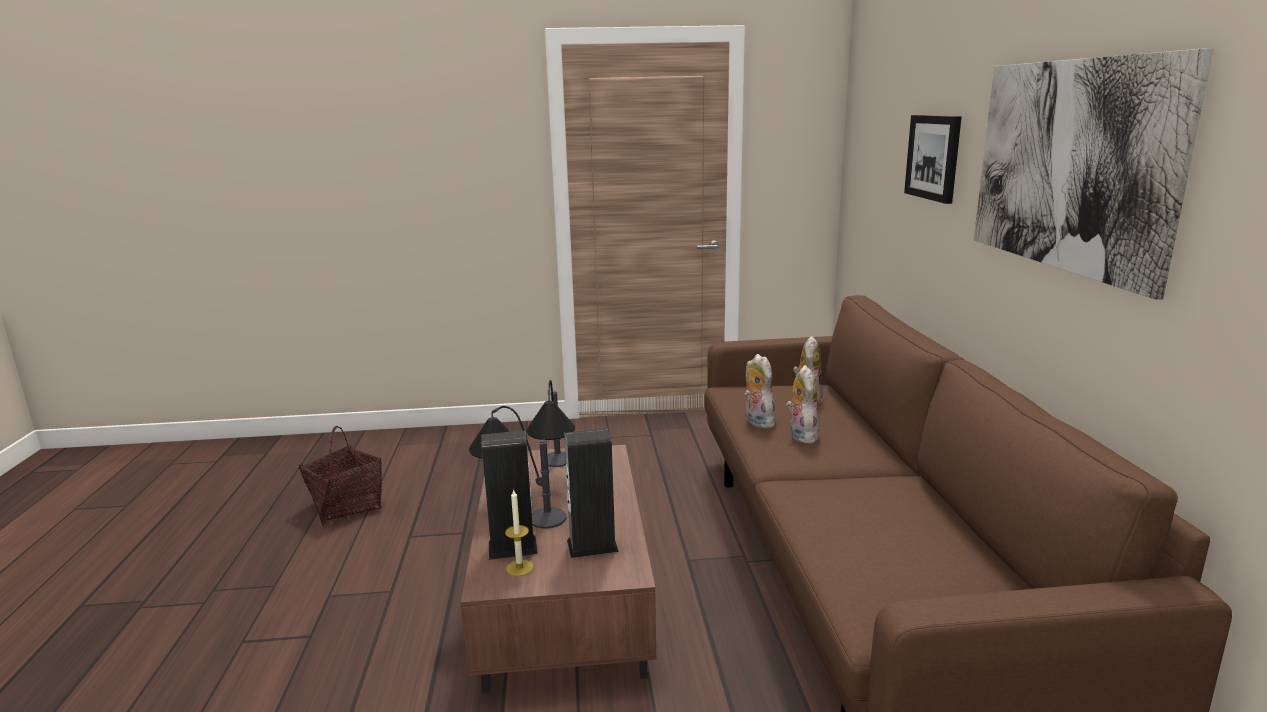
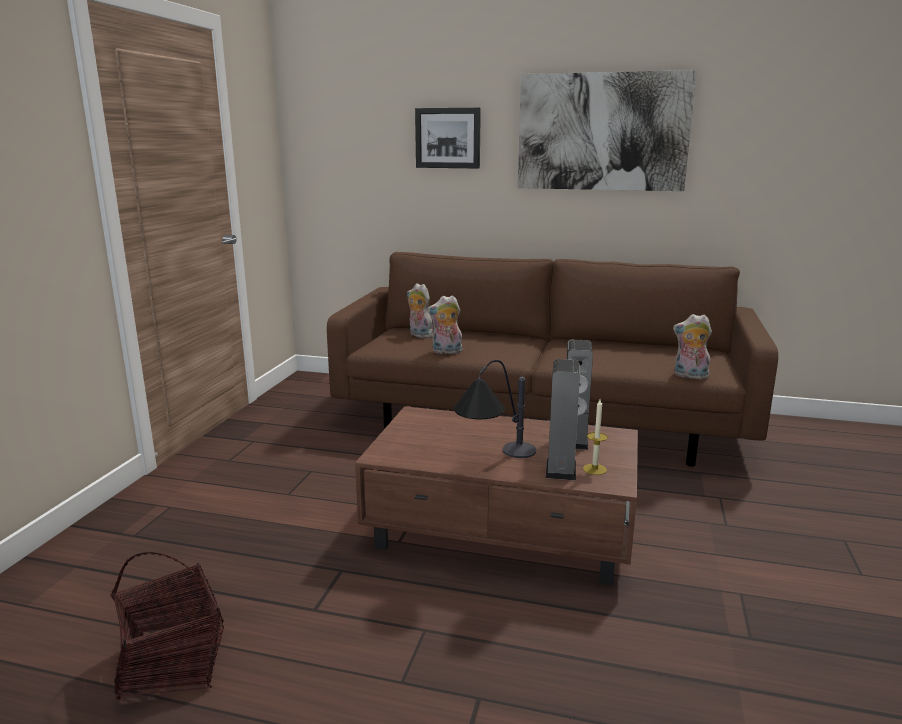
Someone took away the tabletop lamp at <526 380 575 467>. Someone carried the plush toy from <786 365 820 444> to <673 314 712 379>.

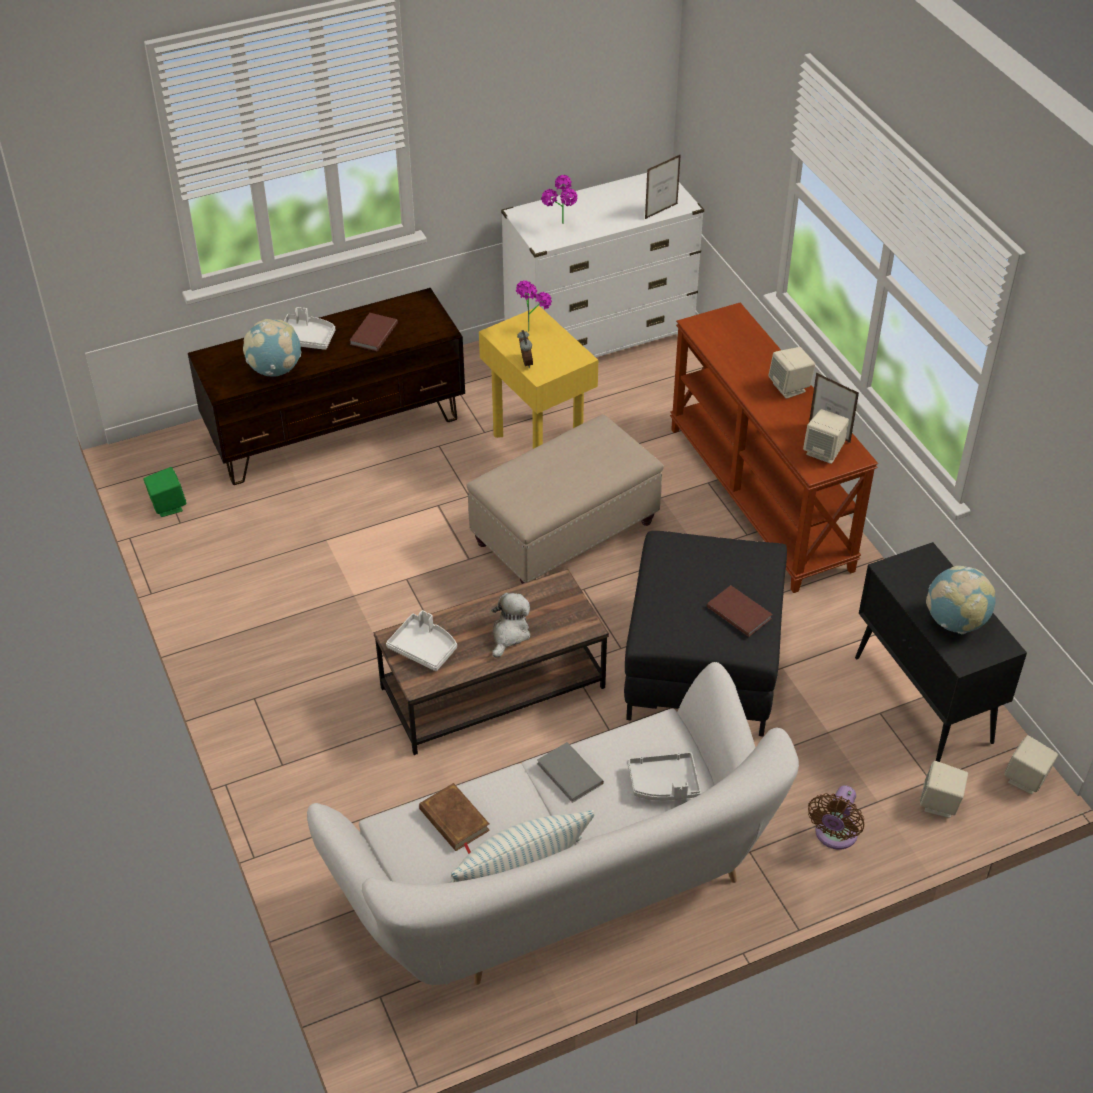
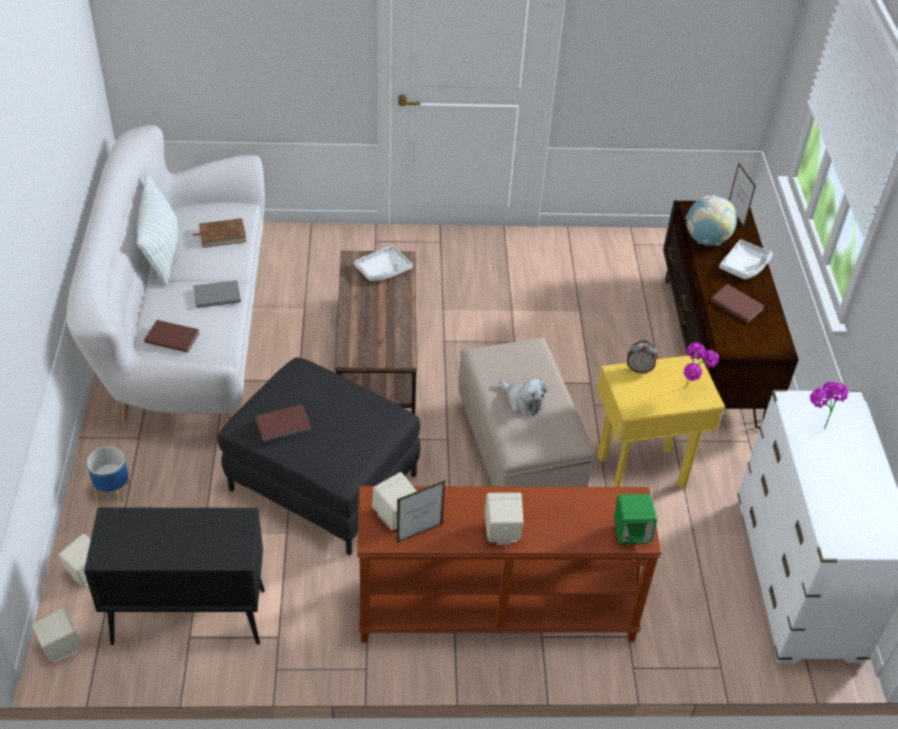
Someone took away the globe at <926 566 996 634>. Someone carried the green-coloured loudspeaker from <143 467 186 517> to <614 494 657 544>. Someone carried the plush toy from <491 593 530 658> to <500 378 547 416>. Someone carried the photo frame from <645 154 681 219> to <729 163 756 227>. Someone swapped the greyish carrying tray at <627 752 701 801> for the brownish bound book at <144 320 199 353>. Someone swapped the brownish cooling fan at <808 785 864 850> for the plant pot at <87 446 130 503>.

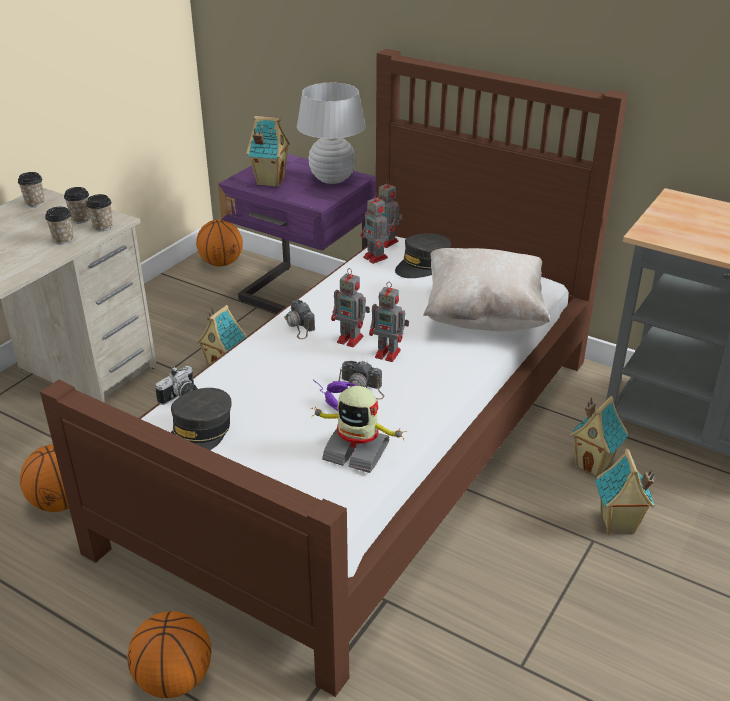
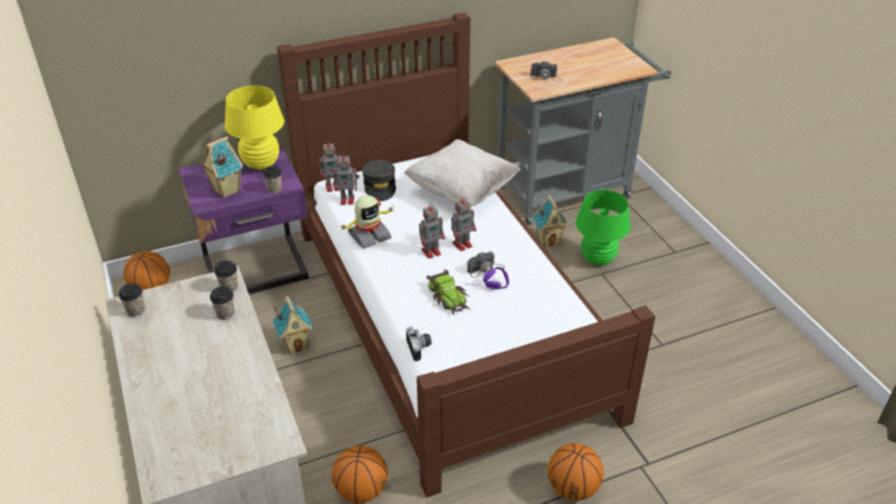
Someone took away the greyish baseball cap at <171 388 232 450>. Someone put down the model car at <426 270 470 315>. Someone carried the drinking cup from <64 187 90 223> to <263 166 282 193>. Someone carried the still camera from <284 299 315 339> to <530 61 562 82>. Someone carried the robot figure from <311 386 406 473> to <340 195 395 249>. Someone swapped the miniature house at <595 449 655 535> for the green-coloured tabletop lamp at <576 190 630 265>. Someone repainted the white-coloured tabletop lamp at <297 83 366 184>, which became the yellow tabletop lamp at <225 85 284 170>.

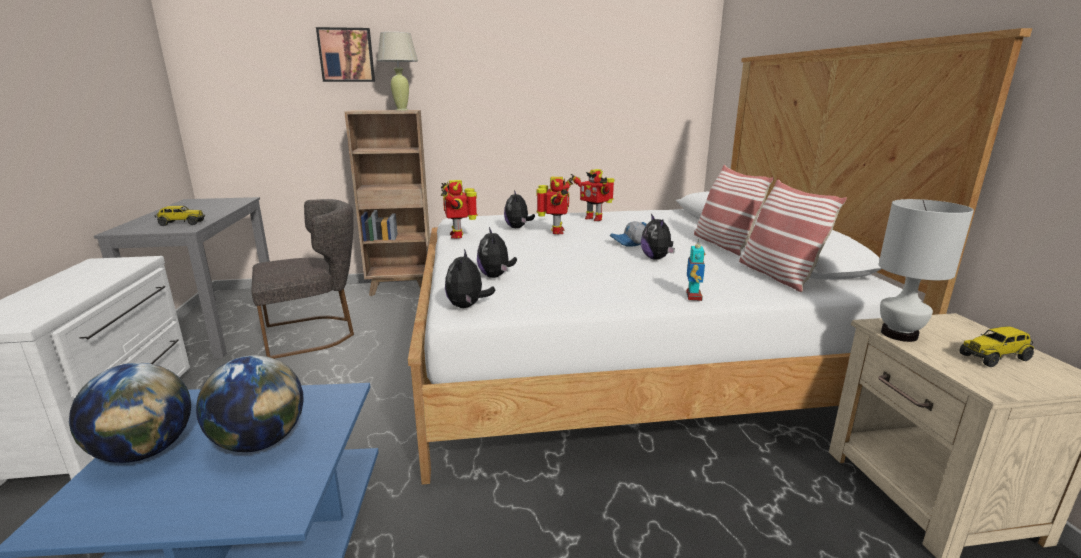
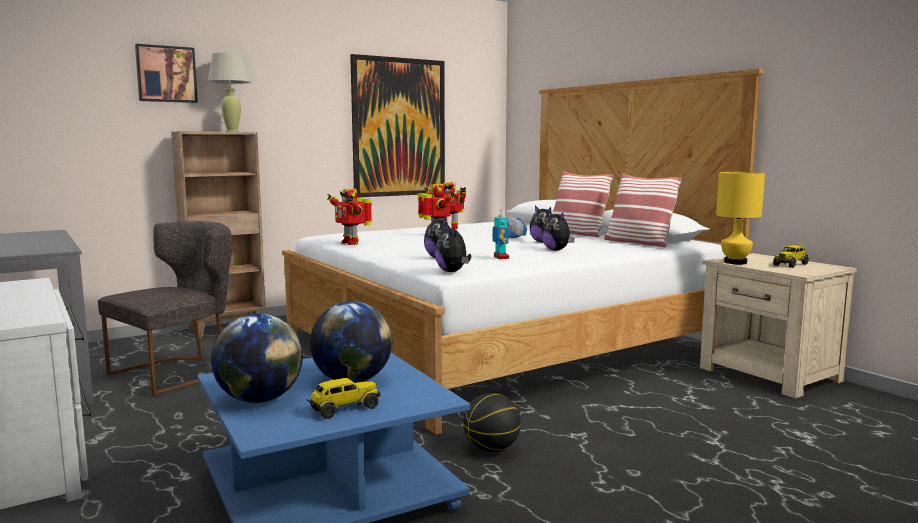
Someone put up the wall art at <350 54 445 198>. Someone put down the basketball at <463 393 521 452>. Someone carried the model truck from <154 206 205 226> to <306 378 380 419>. Someone carried the plush toy from <504 190 535 228> to <541 211 575 251>. Someone carried the robot figure from <686 238 705 301> to <492 209 509 259>. Someone repainted the white-coloured tabletop lamp at <878 199 974 342>, which became the yellow tabletop lamp at <716 172 765 264>.

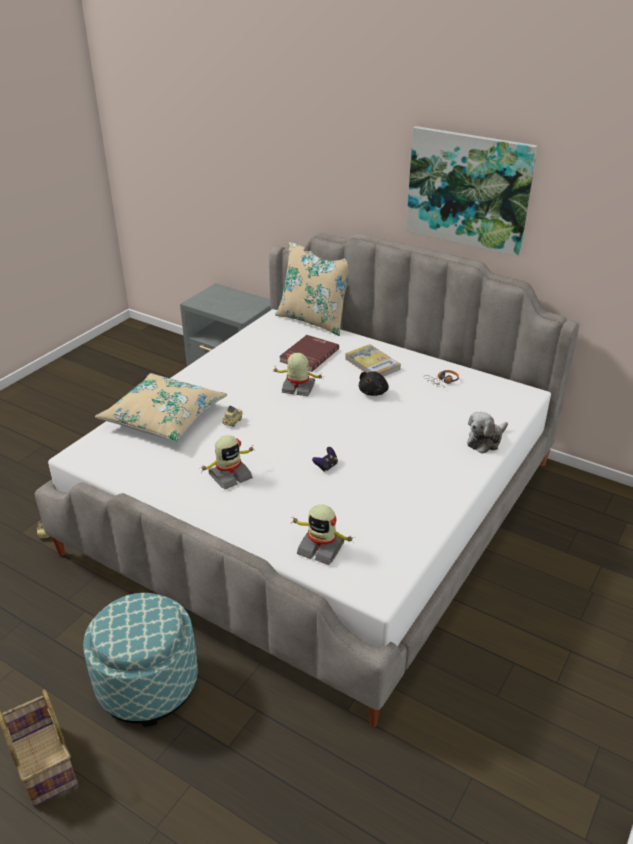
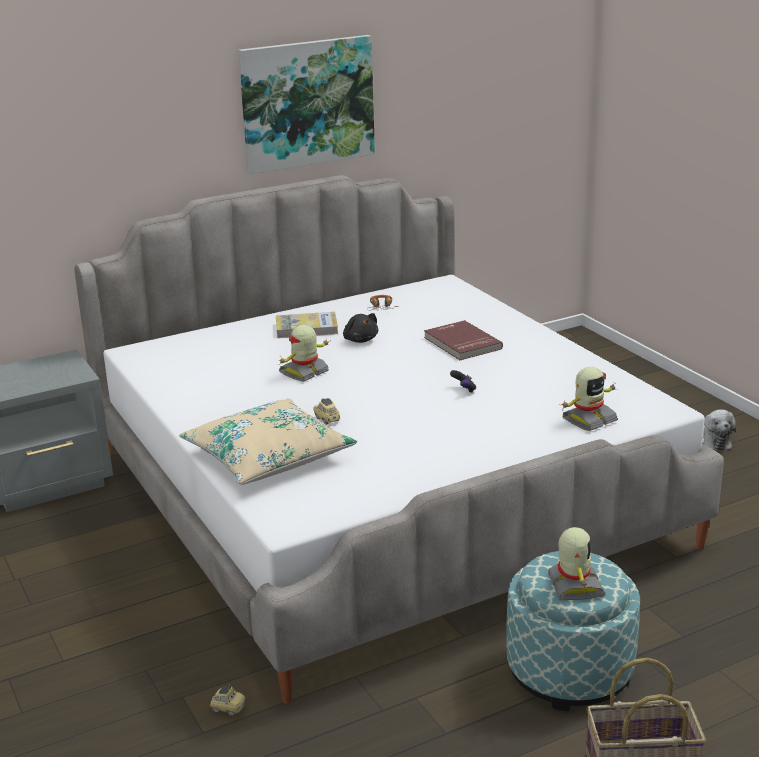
Someone took away the sand-coloured throw pillow at <275 241 348 336>. Someone carried the robot figure from <201 435 256 489> to <548 527 605 600>. Someone carried the red-coloured bound book from <279 335 339 372> to <424 320 503 360>. Someone carried the plush toy from <467 412 508 454> to <702 410 736 451>.

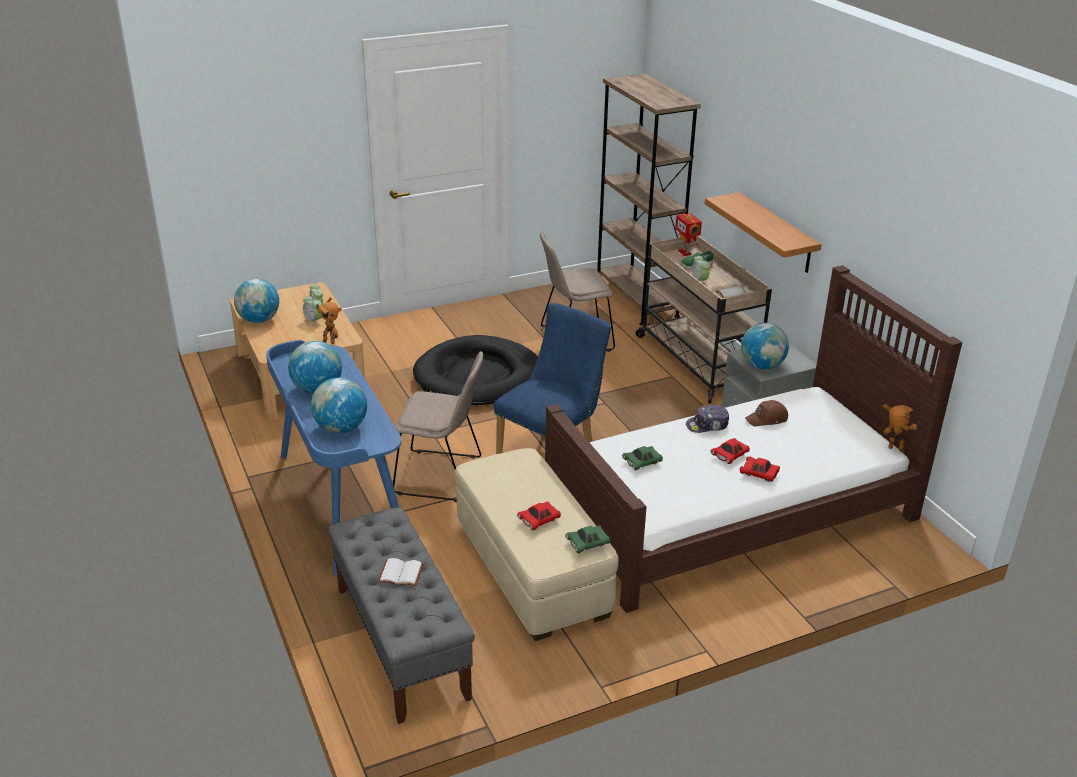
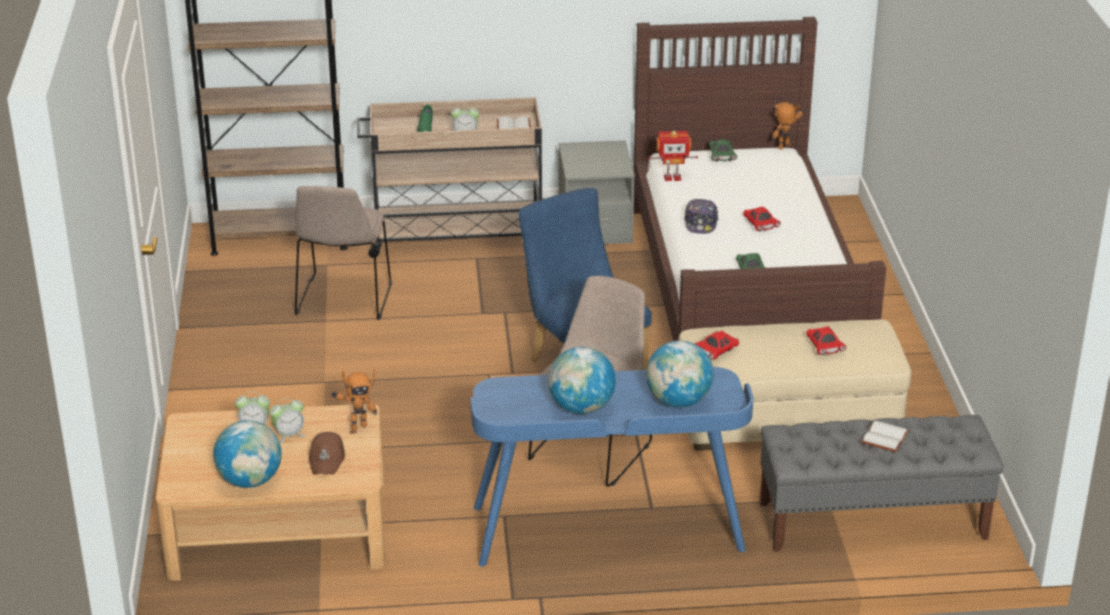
Someone took away the black pet bed at <413 335 538 405>. Someone took away the bracket shelf at <704 192 822 273>. Someone took away the globe at <741 323 789 370>. Someone carried the green-coloured model car from <565 525 610 553> to <709 139 737 162>. Someone carried the robot figure from <675 213 702 256> to <648 131 698 181>. Someone carried the red-coloured model car from <740 456 780 482> to <694 331 739 360>. Someone carried the brownish baseball cap from <745 400 788 426> to <309 432 345 475>.

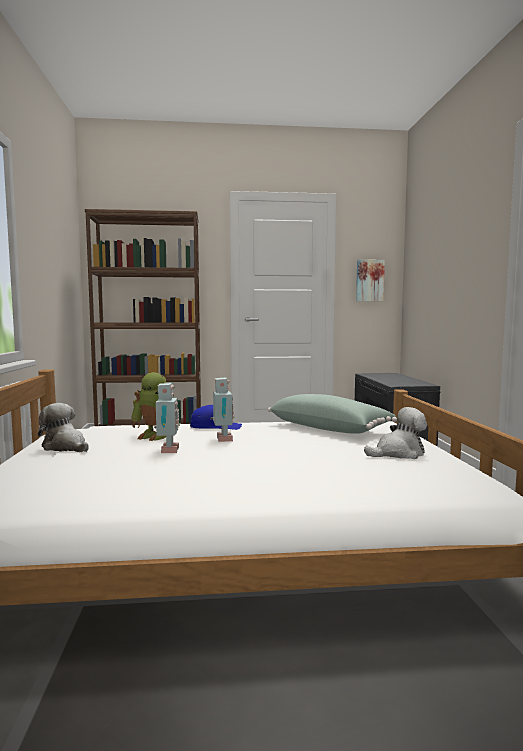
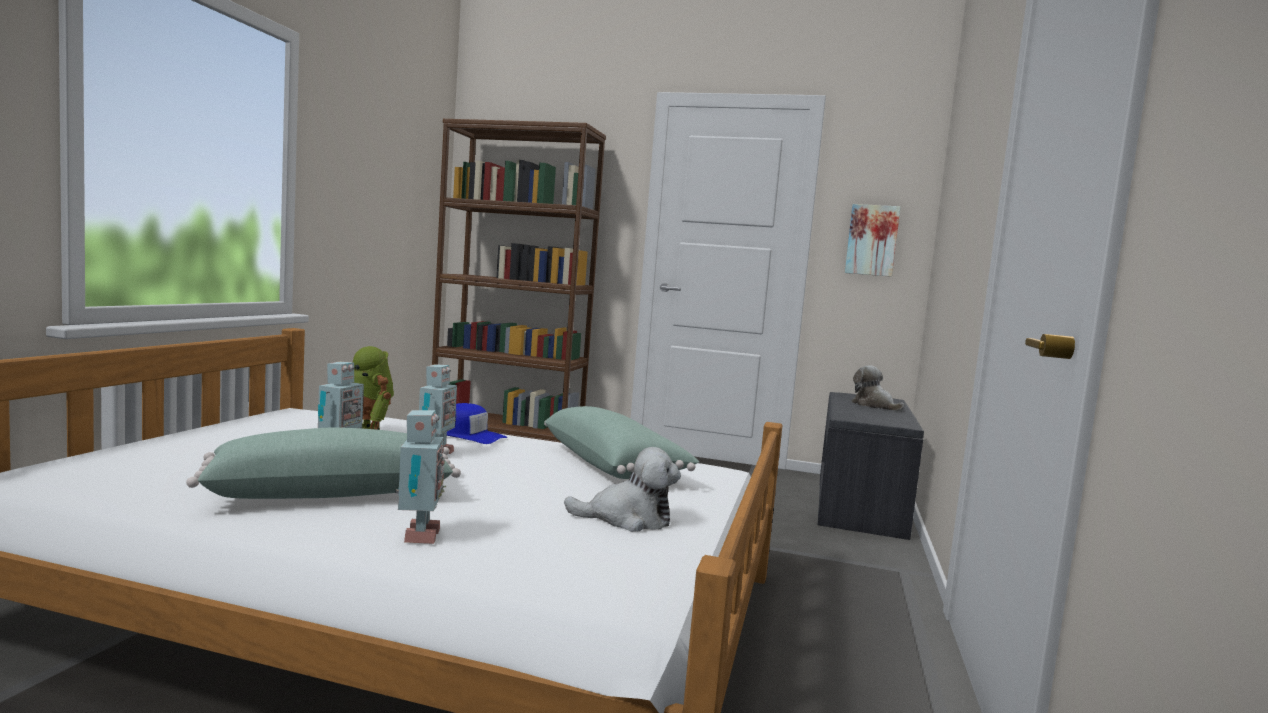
Someone put down the green-coloured throw pillow at <186 428 461 499>. Someone put down the robot figure at <395 410 446 544>. Someone carried the plush toy from <38 403 89 452> to <851 365 905 411>.

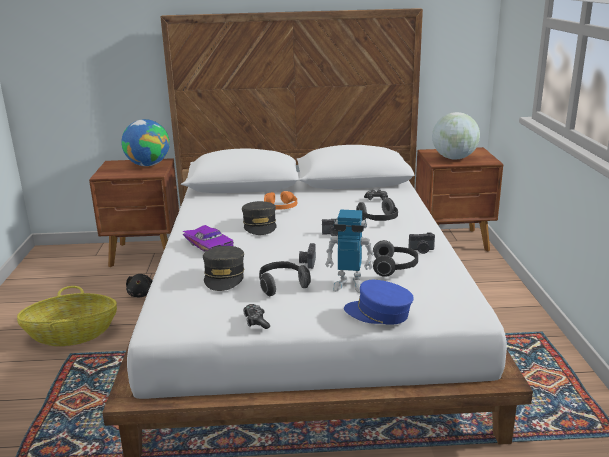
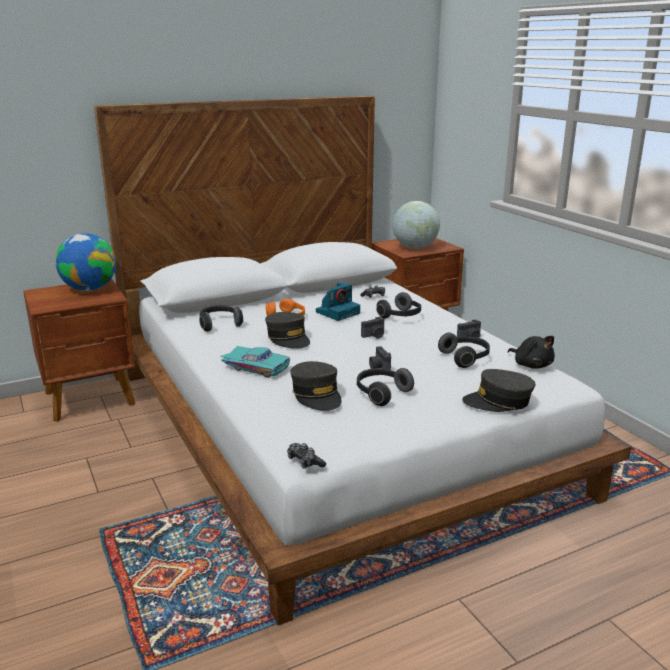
Someone took away the household basket at <17 286 117 346>. Someone took away the robot figure at <325 210 374 293>. Someone put down the pair of headphones at <199 305 243 332>. Someone put down the still camera at <316 282 360 321>. Someone carried the black plush toy from <126 274 153 297> to <508 336 555 369>. Someone carried the joypad from <243 304 270 329> to <287 443 326 469>. Someone repainted the purplish model car at <182 225 234 252>, which became the blue-green model car at <220 346 290 378>. Someone repainted the blue baseball cap at <344 280 414 325>, which became the greyish baseball cap at <462 369 535 412>.

